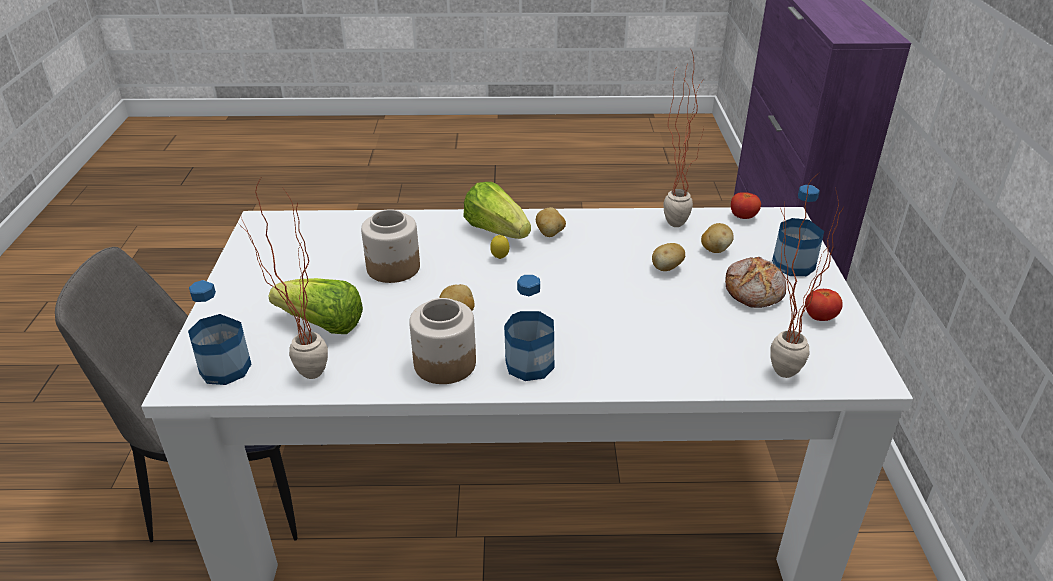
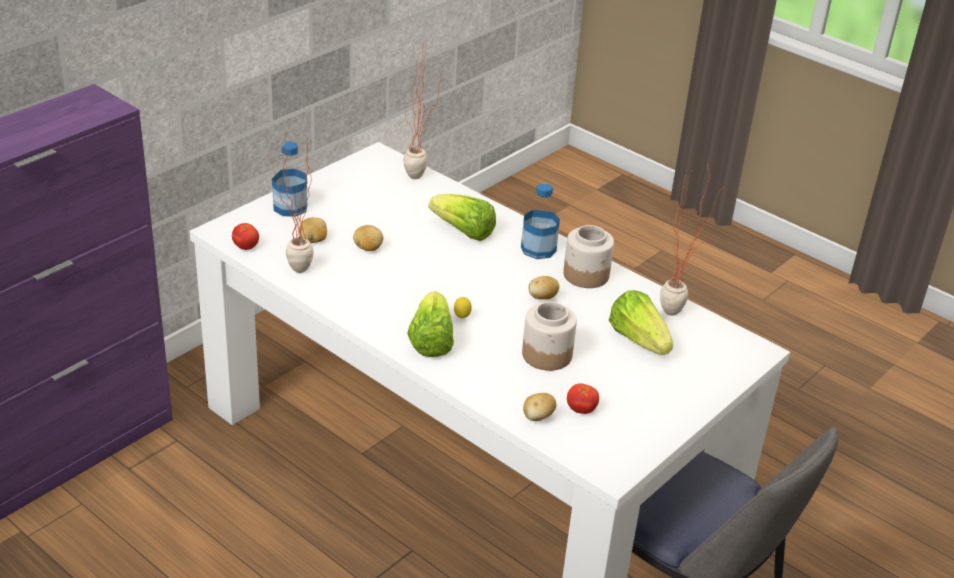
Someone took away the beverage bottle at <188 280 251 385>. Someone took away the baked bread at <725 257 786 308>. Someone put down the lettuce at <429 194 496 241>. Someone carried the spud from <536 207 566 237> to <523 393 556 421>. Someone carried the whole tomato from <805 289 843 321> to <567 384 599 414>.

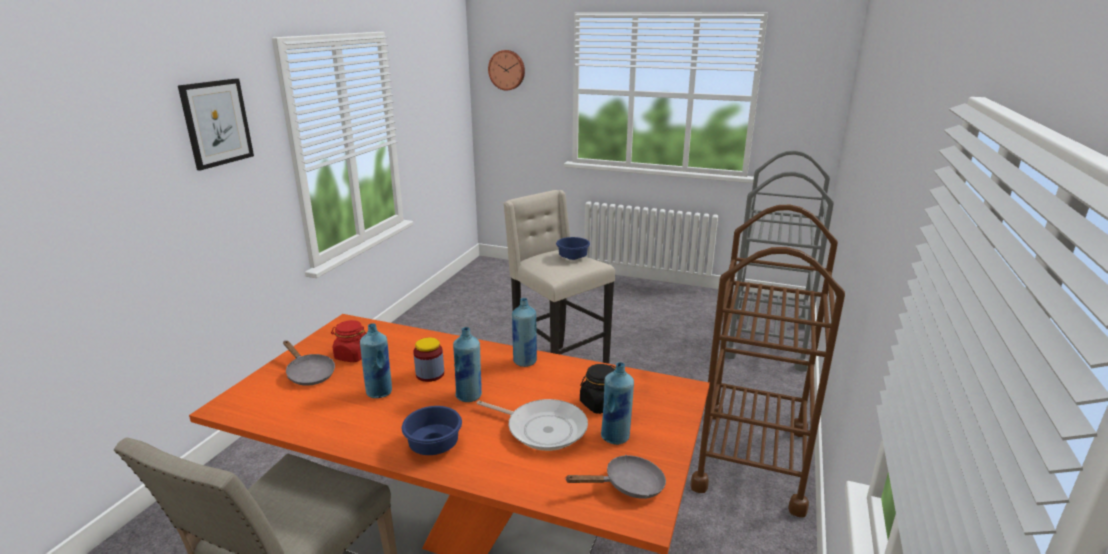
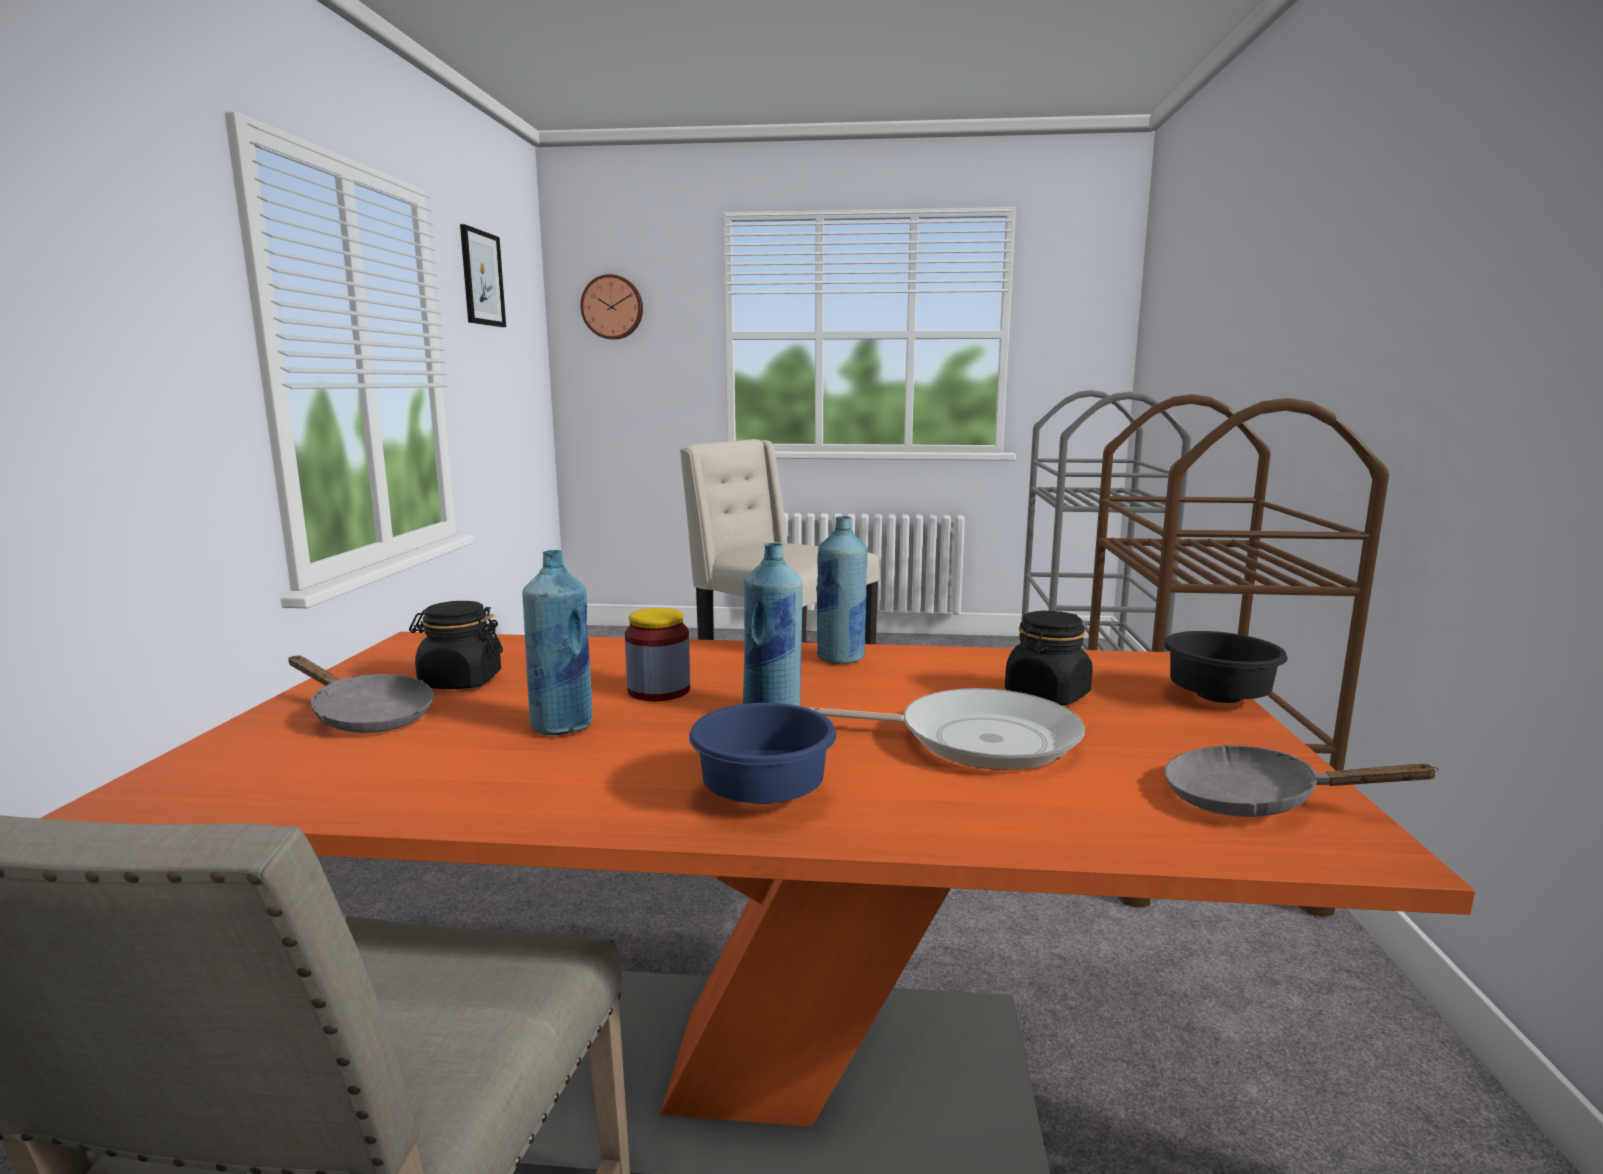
Someone took away the blue serving bowl at <556 237 590 260>. Someone took away the blue beverage bottle at <601 362 634 445>. Someone put down the black serving bowl at <1163 631 1288 703>. Someone carried the wall art from <178 78 254 170> to <460 224 506 327>. Someone repainted the red-coloured preserve jar at <331 320 366 362>, which became the black preserve jar at <409 601 503 689>. Someone rotated the greyish frying pan at <565 455 666 499> by 135 degrees counterclockwise.

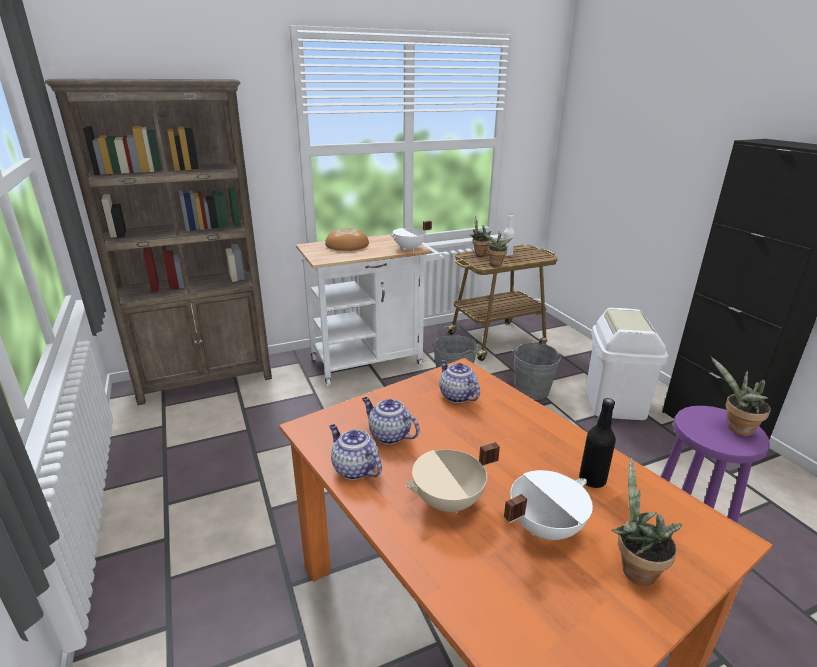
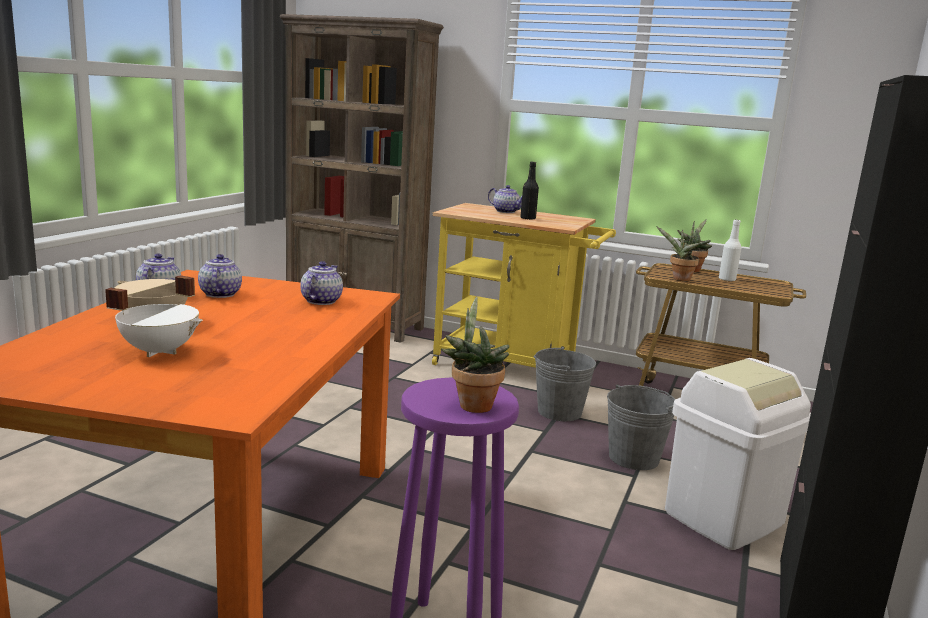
Someone took away the white-coloured cooking pot at <390 221 432 251>. Someone took away the potted plant at <612 458 682 586>. Someone carried the black beverage bottle from <579 398 616 488> to <520 162 539 220>. Someone swapped the baked bread at <325 228 369 251> for the tea pot at <488 185 522 213>. Someone repainted the white-coloured cart at <296 234 445 386>, which became the yellow cart at <432 203 616 368>.

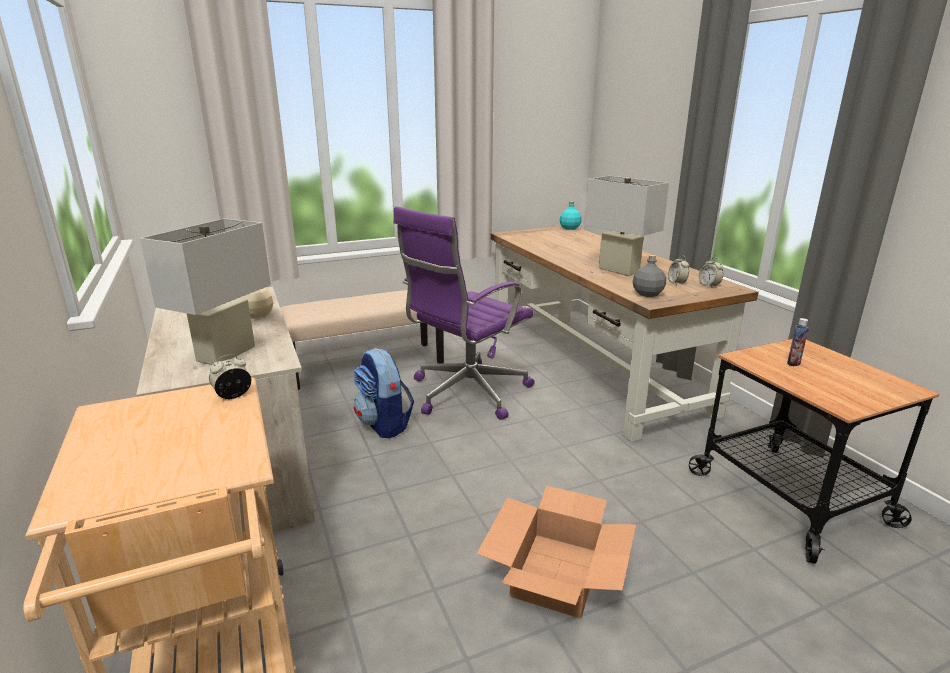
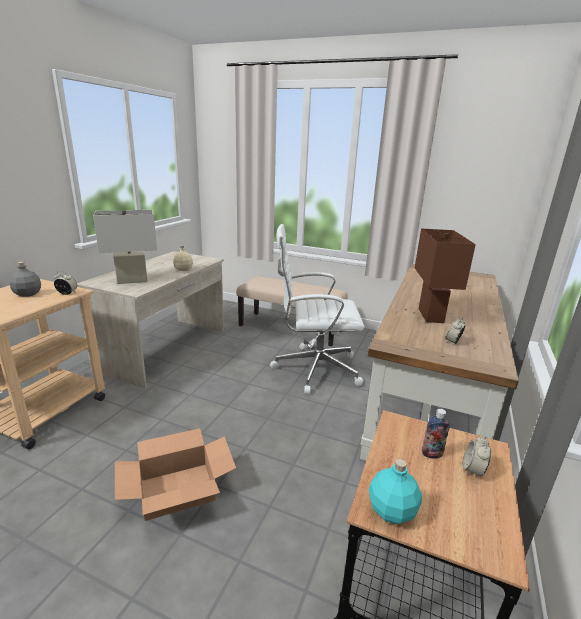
Someone took away the backpack at <354 348 414 438>. Someone carried the blue-green beverage bottle from <560 201 582 230> to <369 459 422 524>. Someone carried the greyish beverage bottle from <633 255 666 297> to <10 262 41 297>. Someone carried the bedside clock from <699 257 723 288> to <463 436 491 476>. Someone repainted the purplish office chair at <393 206 535 420>, which became the white-coloured office chair at <270 224 365 394>. Someone repainted the white-coloured tabletop lamp at <585 176 669 276>, which became the brownish tabletop lamp at <415 228 476 323>.

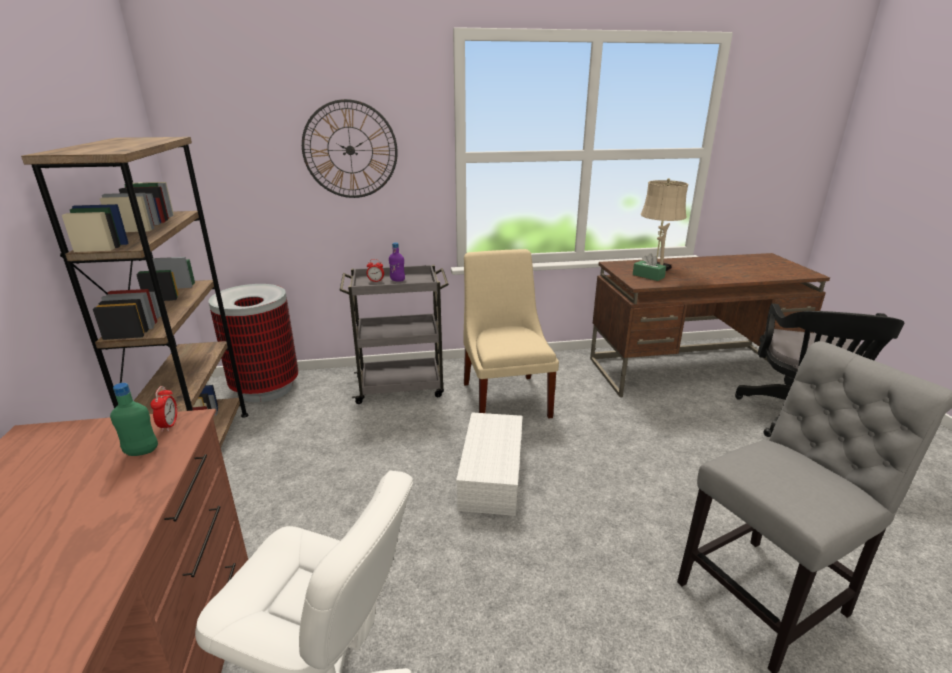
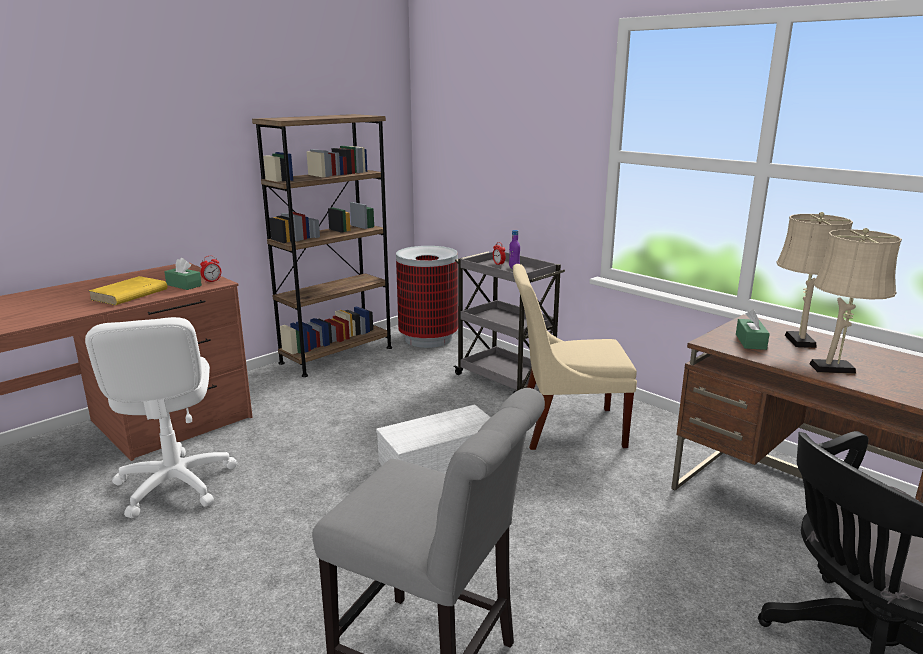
Someone took away the wall clock at <302 99 398 198>. Someone put down the yellow bound book at <89 276 168 305>. Someone put down the sand-coloured tabletop lamp at <809 228 902 374>. Someone swapped the green-coloured beverage bottle at <110 383 158 456> for the green-coloured tissue holder at <164 258 202 290>. Someone rotated the sand-coloured plain chair at <463 249 559 418> by 135 degrees counterclockwise.

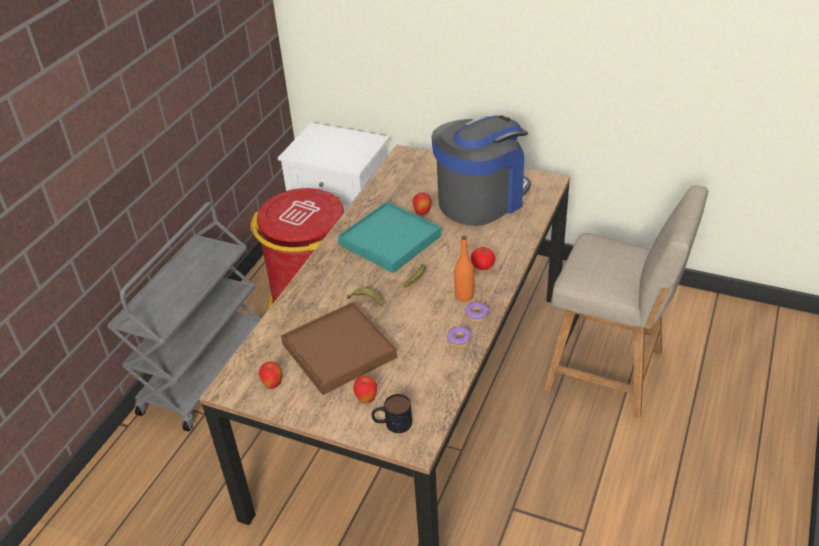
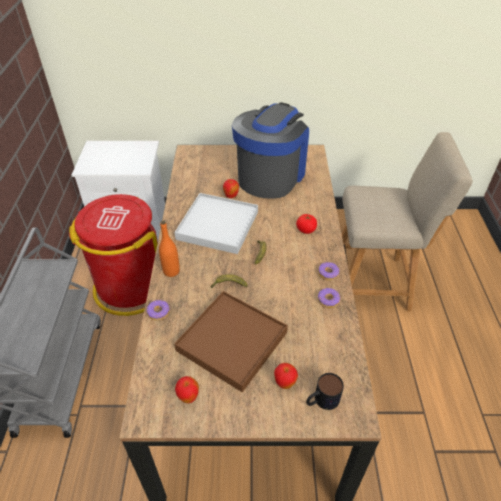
Someone put down the doughnut at <147 300 170 321>. Someone carried the orangey beverage bottle from <454 236 474 302> to <159 220 180 277>. Someone repainted the blue-green carrying tray at <338 201 441 273>, which became the white-coloured carrying tray at <174 193 258 254>.

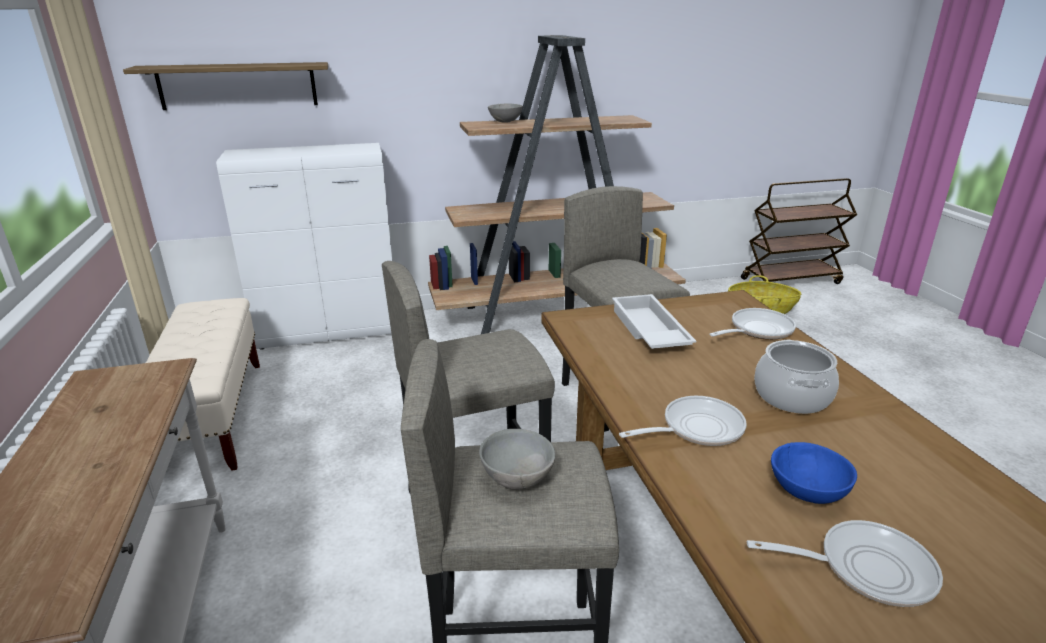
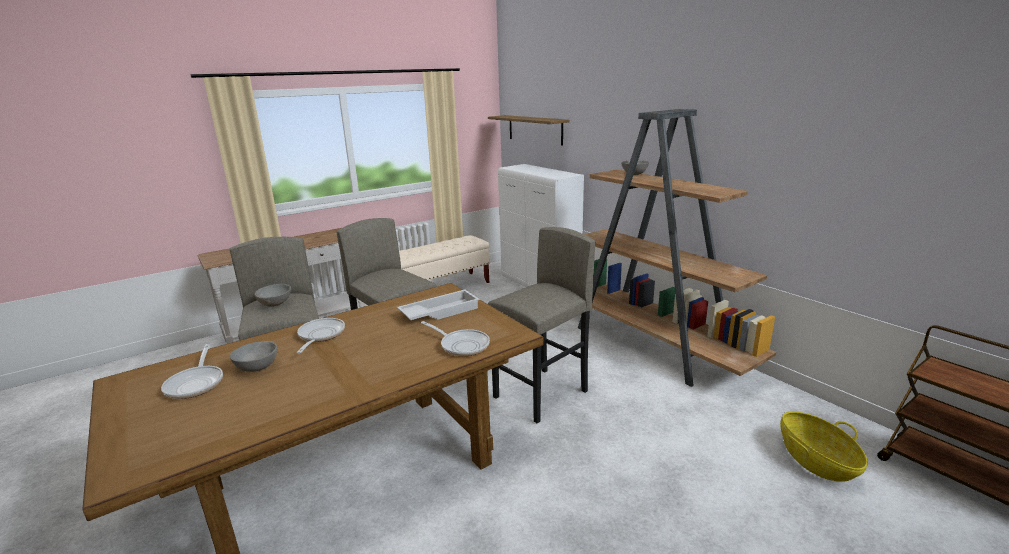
Someone took away the cooking pot at <754 340 839 414>. Someone repainted the blue serving bowl at <771 442 857 504>, which became the greyish serving bowl at <230 341 278 372>. Someone rotated the frying pan at <619 396 746 446> by 135 degrees counterclockwise.

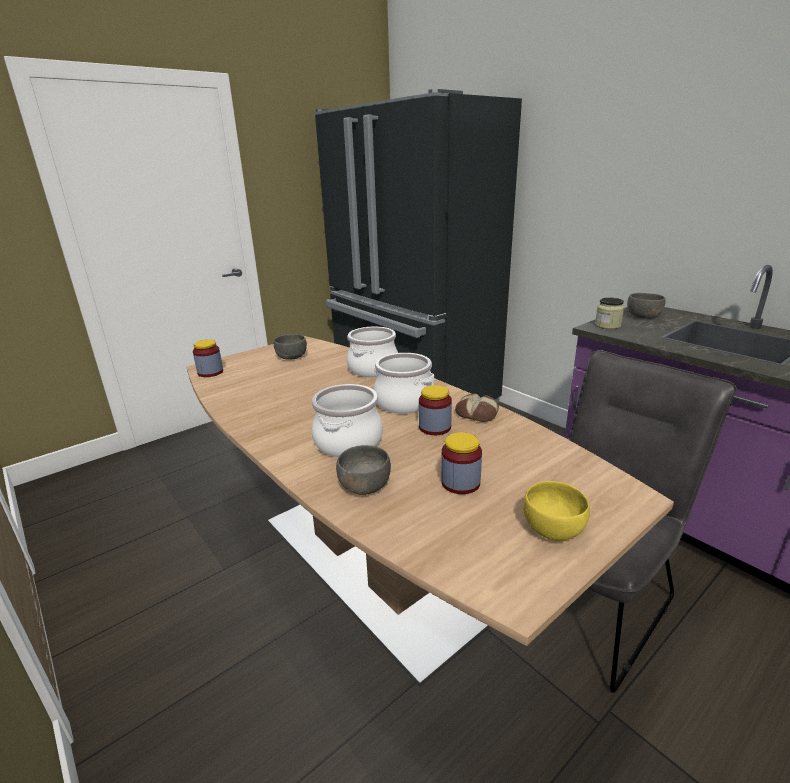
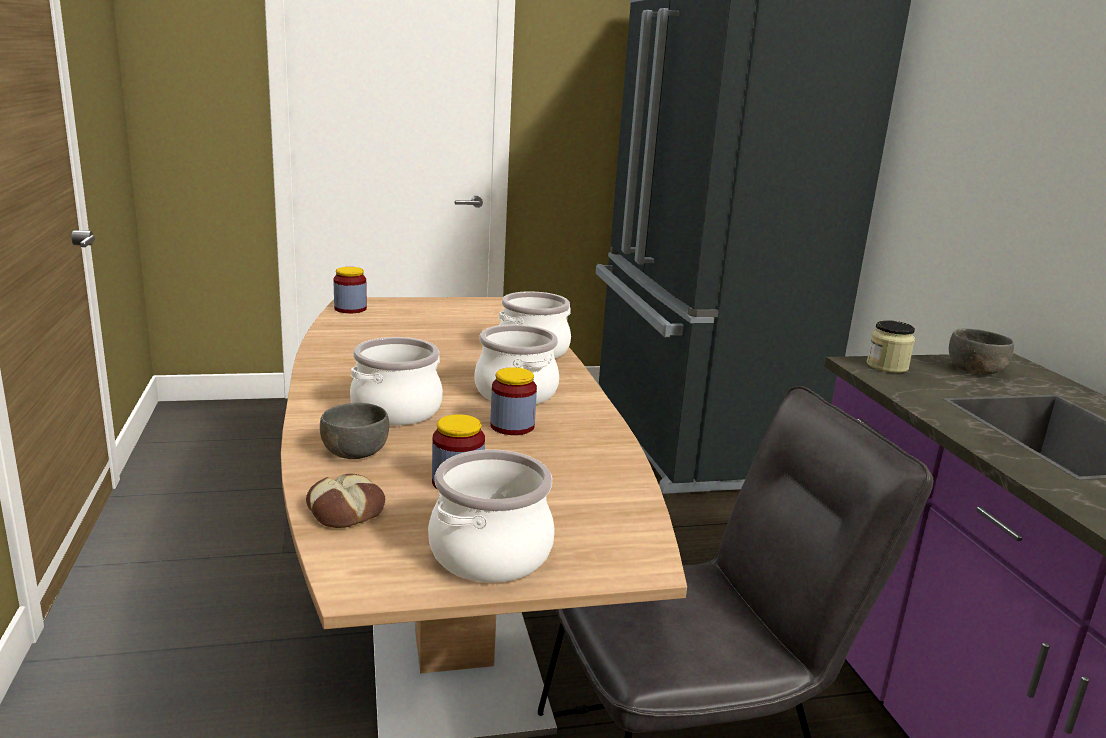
Someone took away the greyish serving bowl at <274 334 307 360>. Someone carried the baked bread from <455 394 499 422> to <306 473 385 528>. Someone swapped the yellow serving bowl at <523 481 590 541> for the cooking pot at <428 449 555 583>.

